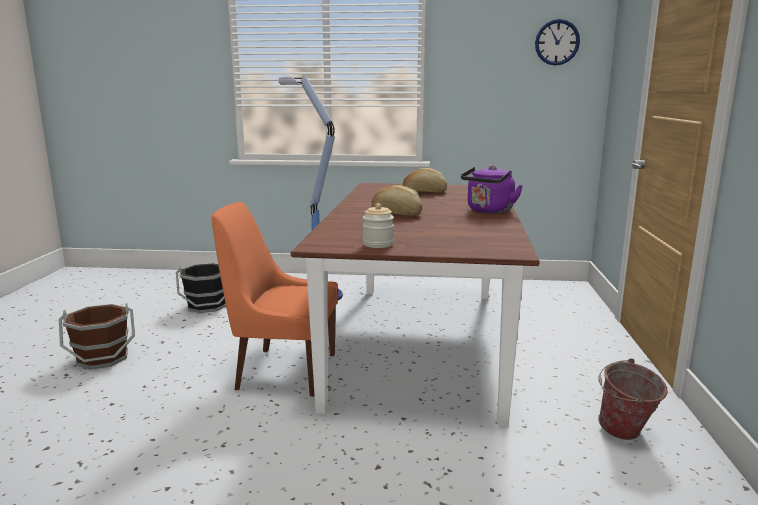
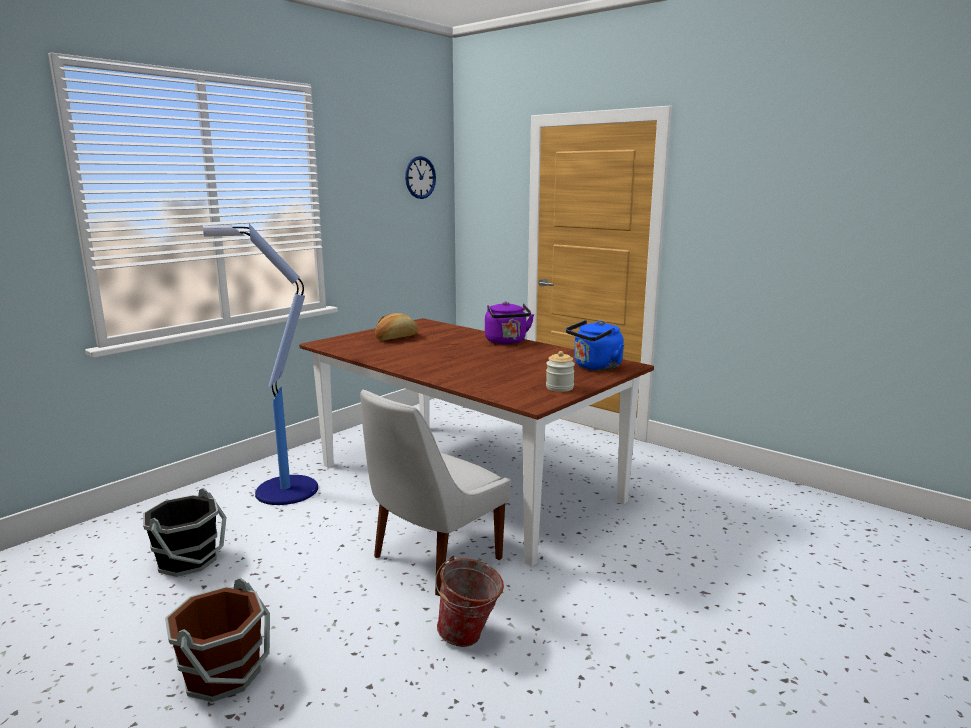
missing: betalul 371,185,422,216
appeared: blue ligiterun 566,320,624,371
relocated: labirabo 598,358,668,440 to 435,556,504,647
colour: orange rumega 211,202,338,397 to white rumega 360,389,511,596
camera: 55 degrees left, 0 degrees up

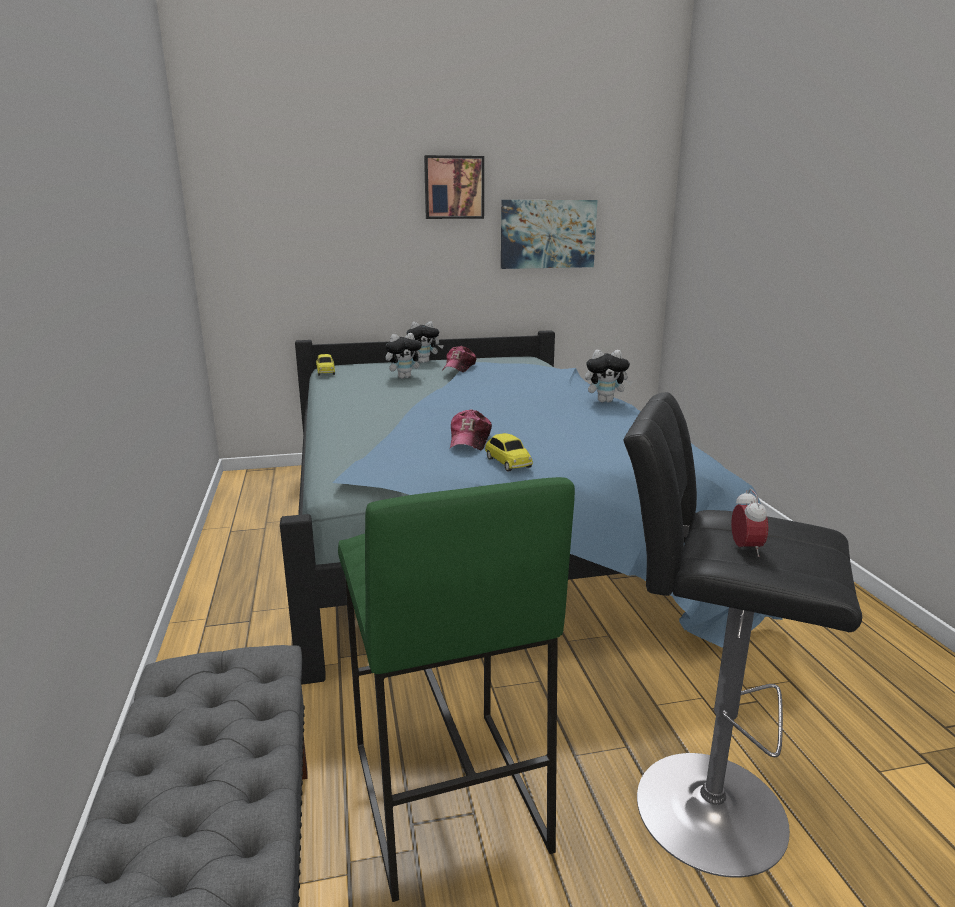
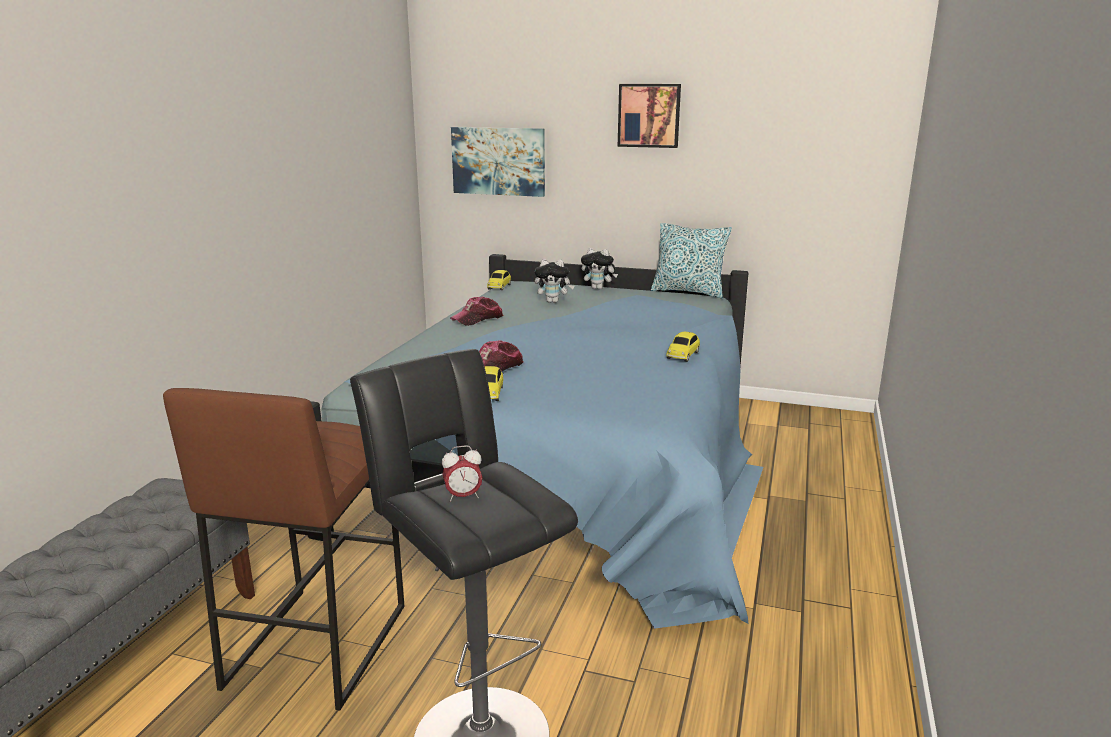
appeared: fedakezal 651,223,732,298
relocated: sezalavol 501,200,597,269 to 451,127,545,197; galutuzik 442,346,476,372 to 450,296,503,326
exchanged: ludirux 585,350,633,402 to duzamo 666,332,700,362
colour: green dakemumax 338,477,575,902 to brown dakemumax 163,388,404,710
spun: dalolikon 731,489,768,557 = 442,445,482,502 45 degrees clockwise
camera: 30 degrees right, 0 degrees up

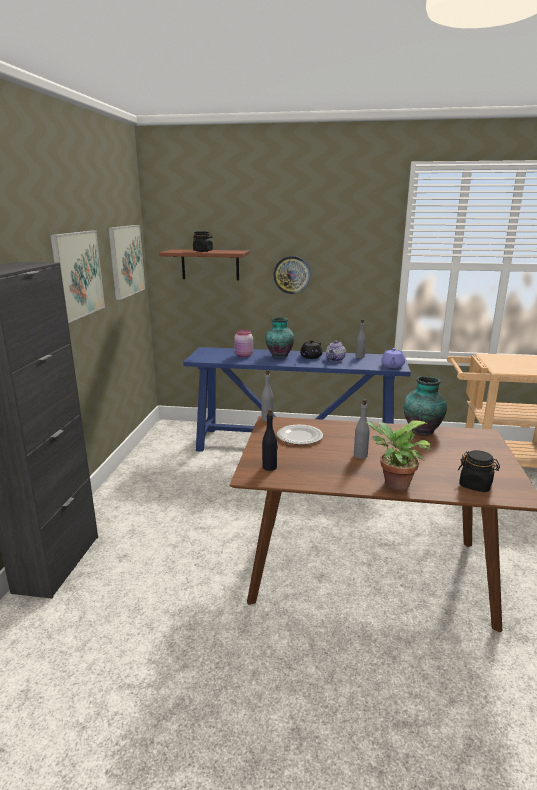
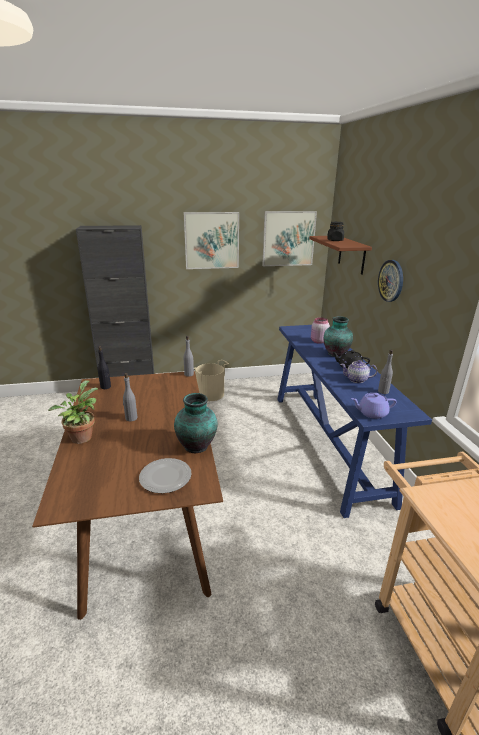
missing: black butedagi 458,450,500,492
appeared: beige labirabo 194,360,229,401
relocated: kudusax 277,425,323,445 to 139,458,192,493
camera: 70 degrees right, 5 degrees up

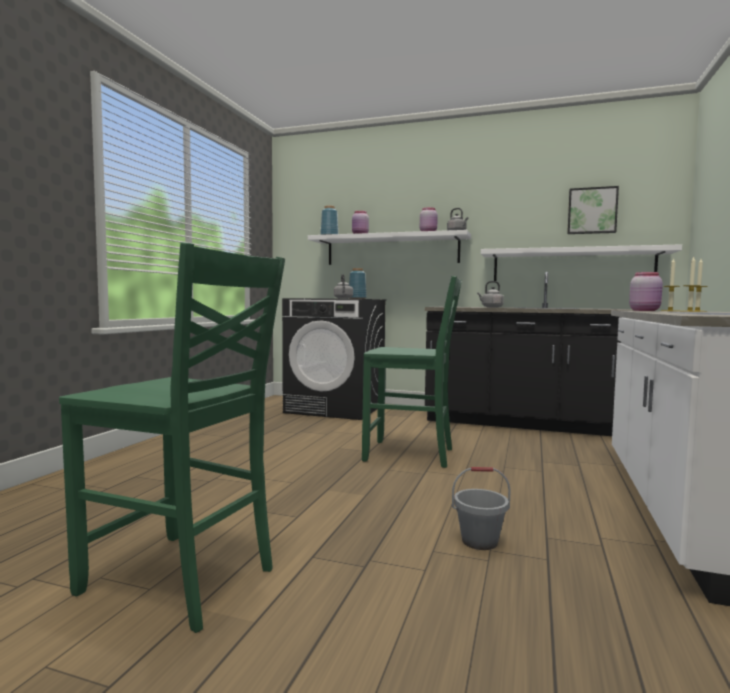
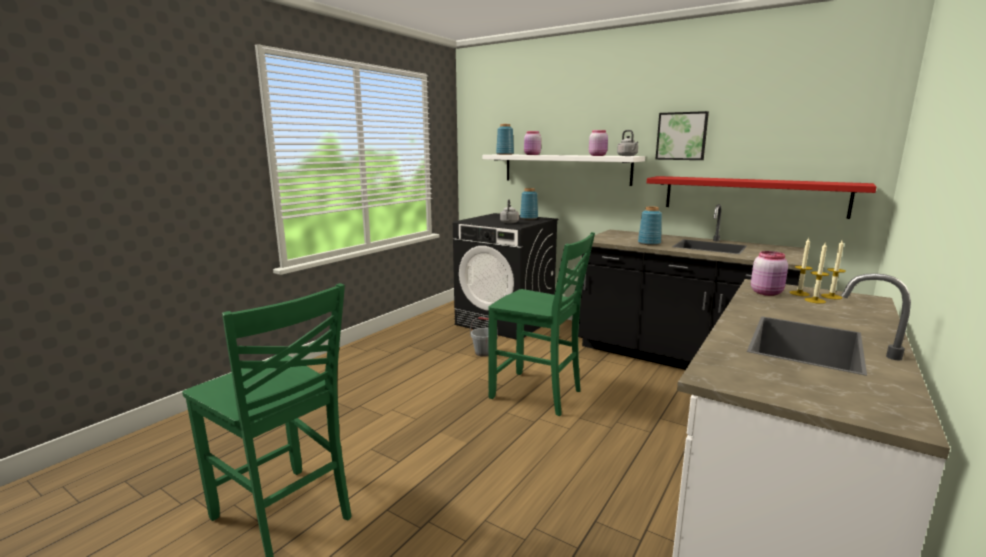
relocated: sezalavol 567,186,619,234 to 655,111,709,160; grey labirabo 452,467,511,550 to 470,317,498,357
exchanged: grey ligiterun 477,281,504,308 to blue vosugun 638,206,662,245
colour: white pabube 481,244,682,281 to red pabube 647,176,877,219
camera: 15 degrees right, 10 degrees up

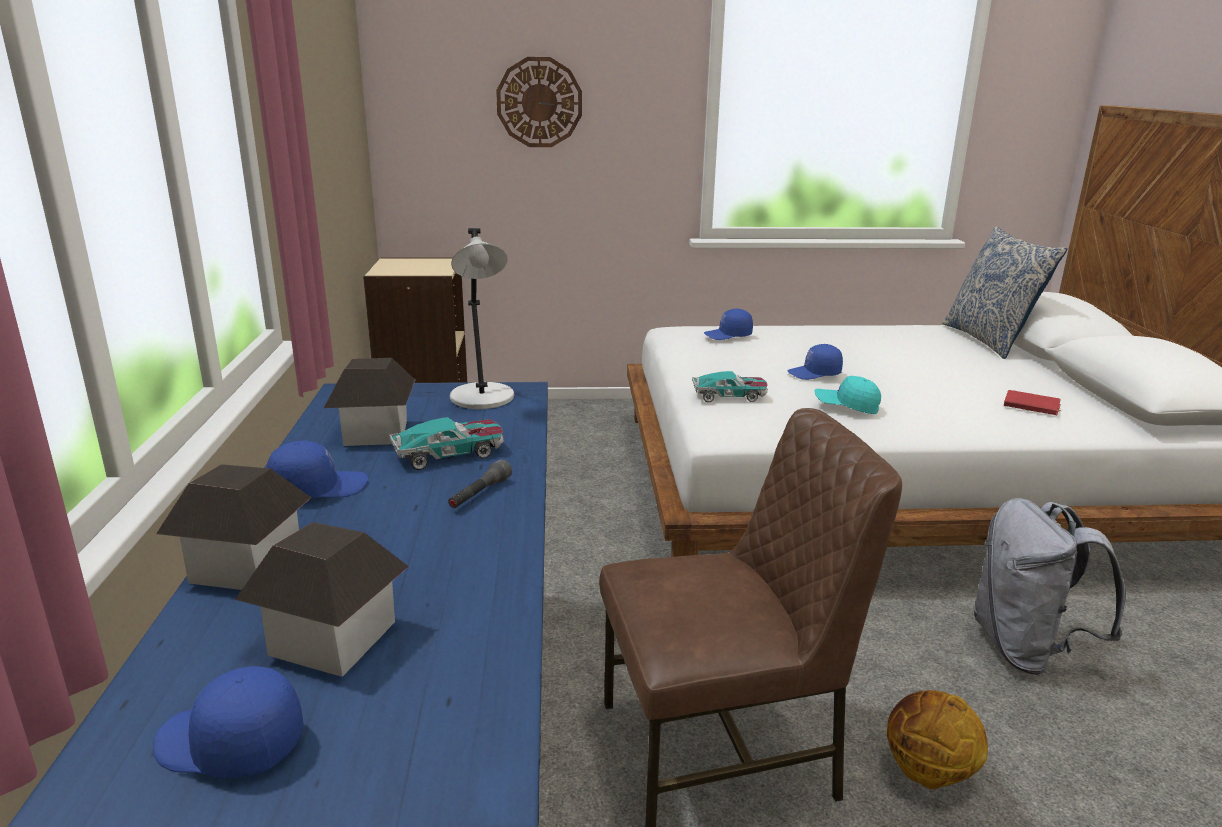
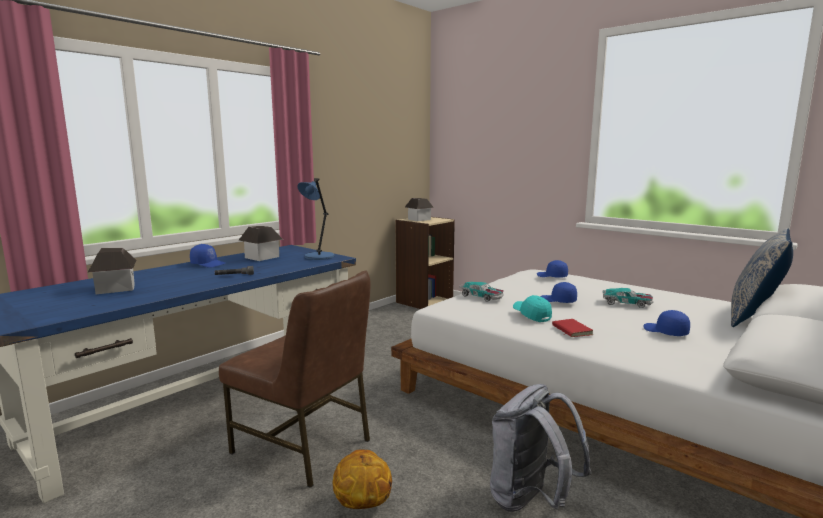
missing: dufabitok 496,57,582,147
relocated: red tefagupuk 1004,390,1061,415 to 552,319,593,337; duzamo 389,417,504,470 to 602,288,653,308; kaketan 156,464,311,590 to 405,198,434,221; blue galutuzik 153,666,304,778 to 644,310,690,336
colour: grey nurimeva 450,228,514,409 to blue nurimeva 297,178,334,260
camera: 45 degrees right, 10 degrees down

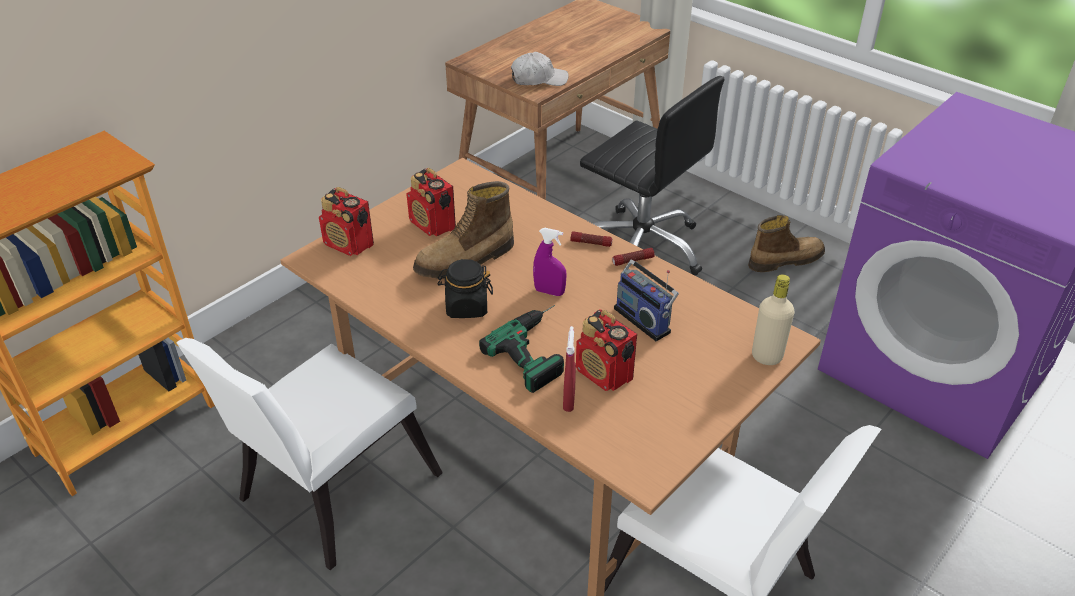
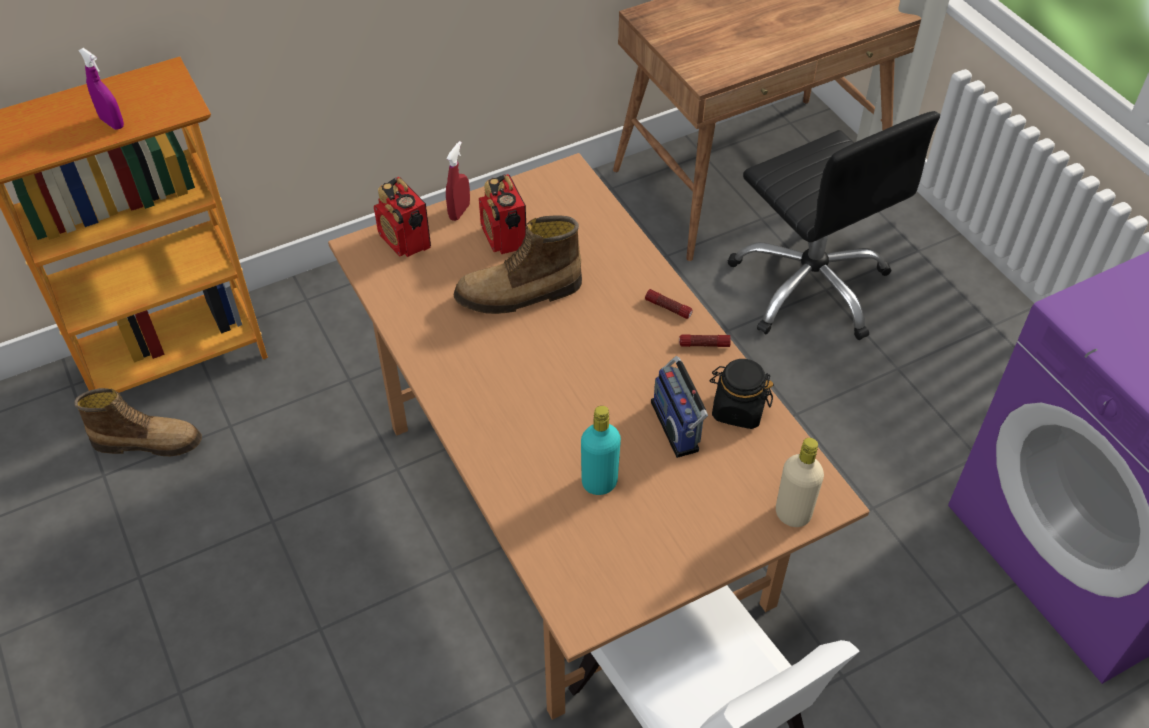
missing: white galutuzik 511,52,569,86; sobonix 479,305,564,393; white rumega 176,338,443,570
relocated: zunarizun 748,215,825,272 to 74,388,202,456; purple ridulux 533,228,566,296 to 78,48,124,130; black butedagi 437,259,493,318 to 710,359,774,429; red ridulux 563,326,576,412 to 446,141,470,221
exchanged: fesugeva 576,309,637,391 to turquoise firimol 581,406,621,495
camera: 20 degrees right, 10 degrees up

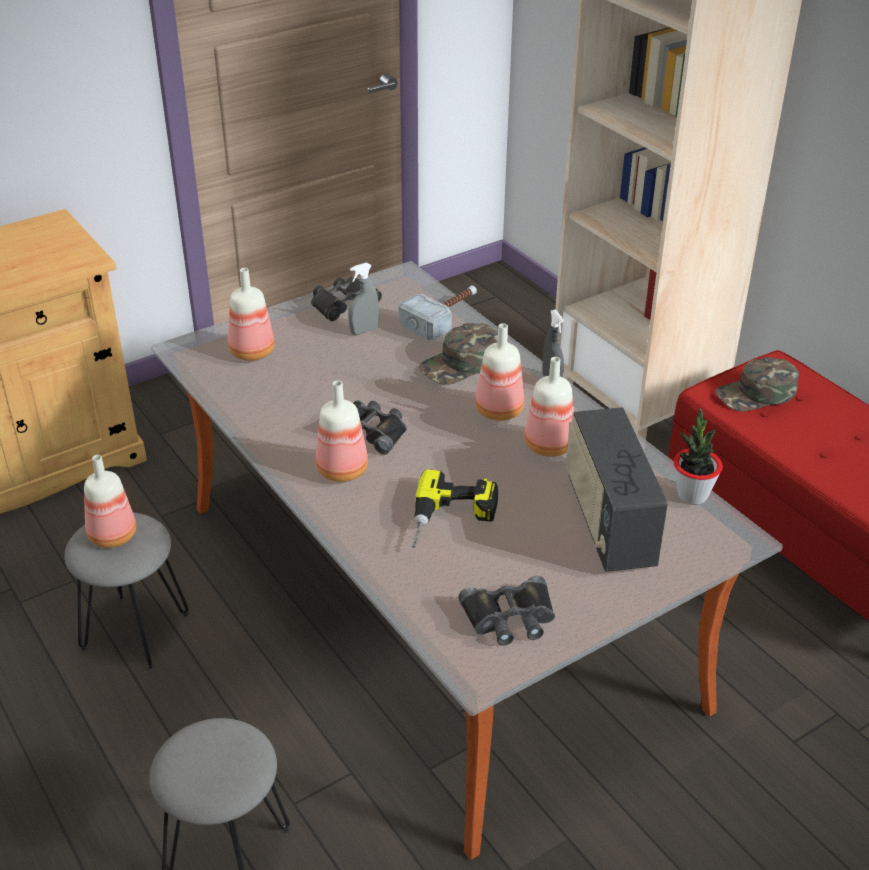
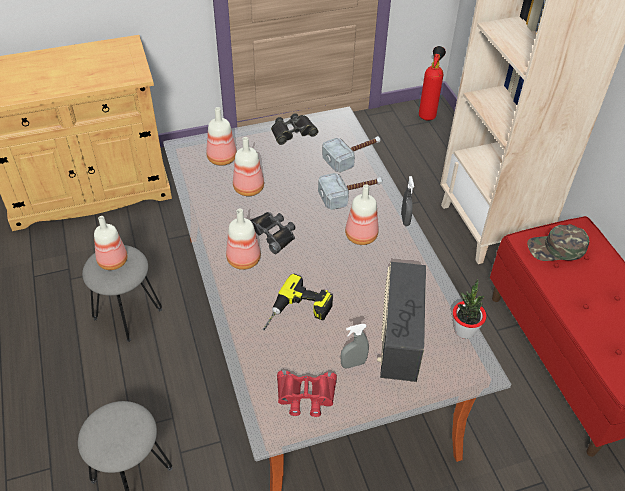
appeared: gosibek 419,46,446,121
relocated: grey ridulux 348,263,379,335 to 341,324,369,369; firimol 524,357,574,457 to 233,137,264,196
exchanged: green galutuzik 418,323,498,385 to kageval 318,173,383,210
colour: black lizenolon 458,576,555,645 to red lizenolon 277,370,337,417
camera: 15 degrees right, 10 degrees up

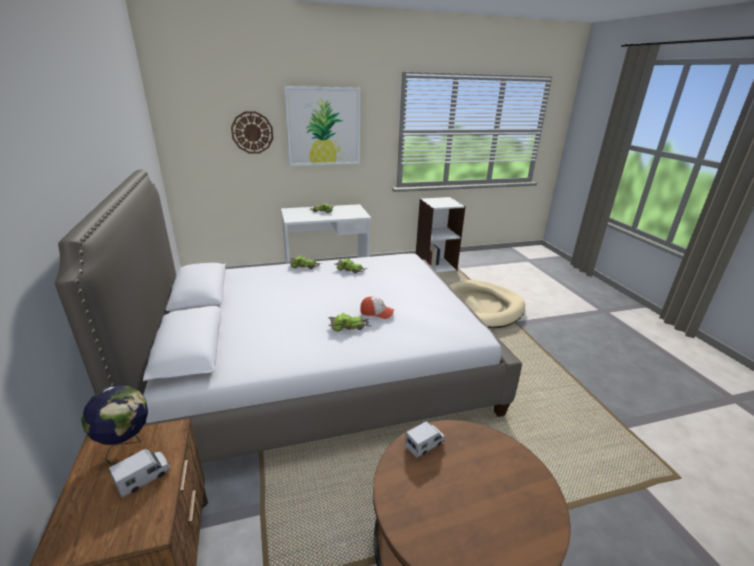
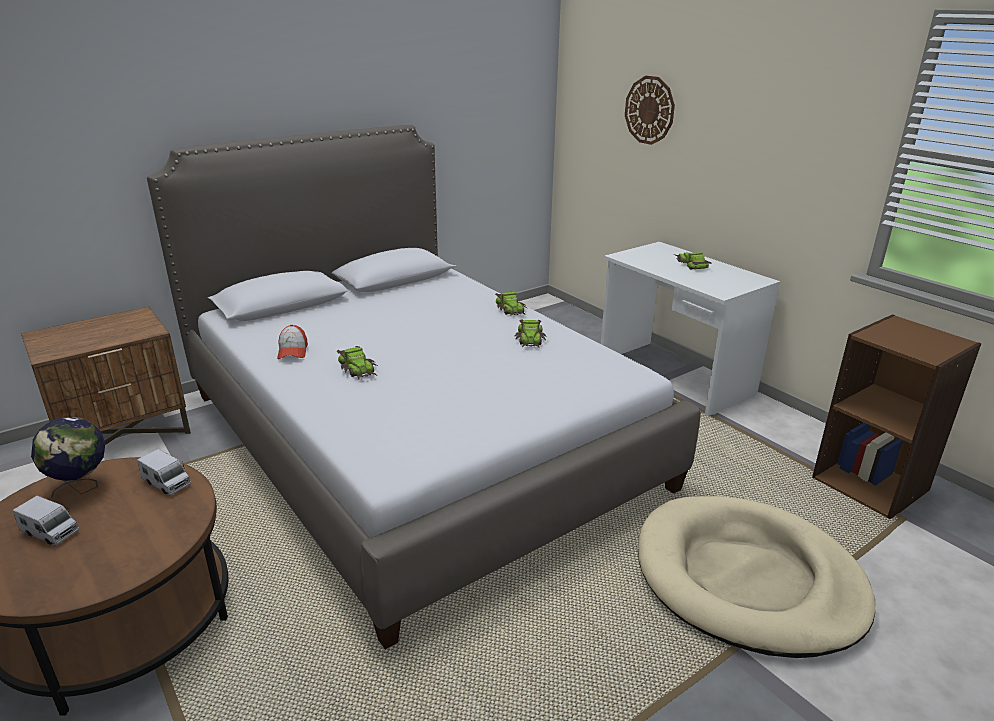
missing: sezalavol 284,86,360,166
relocated: galutuzik 360,296,394,319 to 277,325,308,359; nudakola 81,386,148,465 to 31,417,105,498; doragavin 109,449,171,498 to 13,496,79,545
colour: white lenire 416,197,466,273 to brown lenire 812,314,982,519
camera: 70 degrees right, 0 degrees up

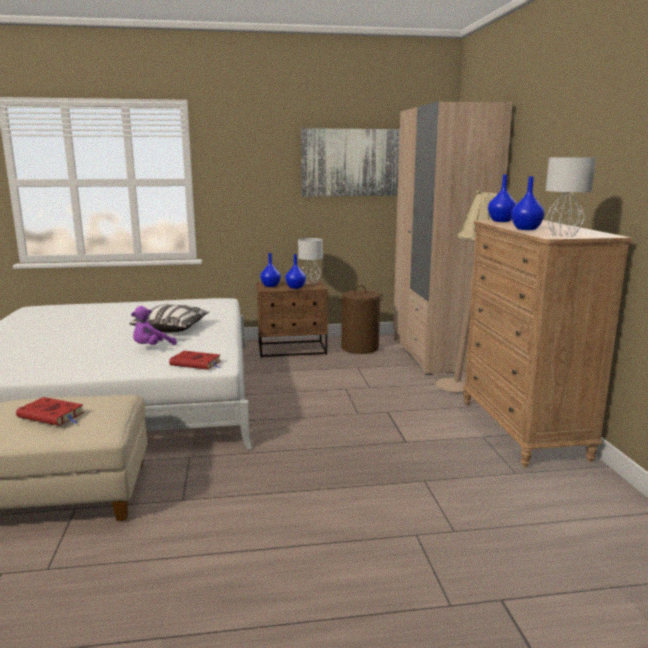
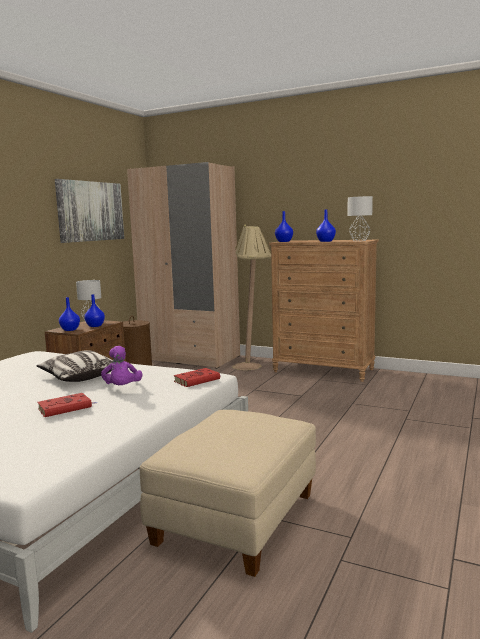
relocated: red tefagupuk 16,397,84,426 to 37,393,96,417
camera: 55 degrees left, 5 degrees down

